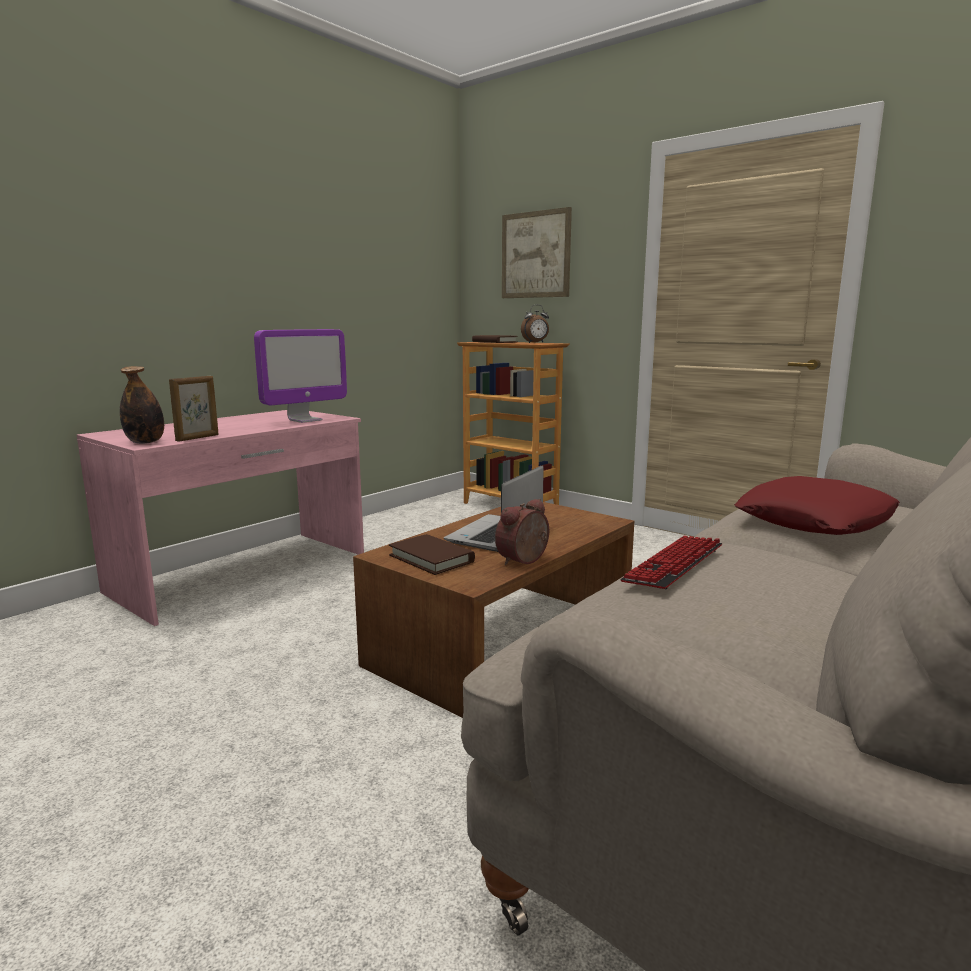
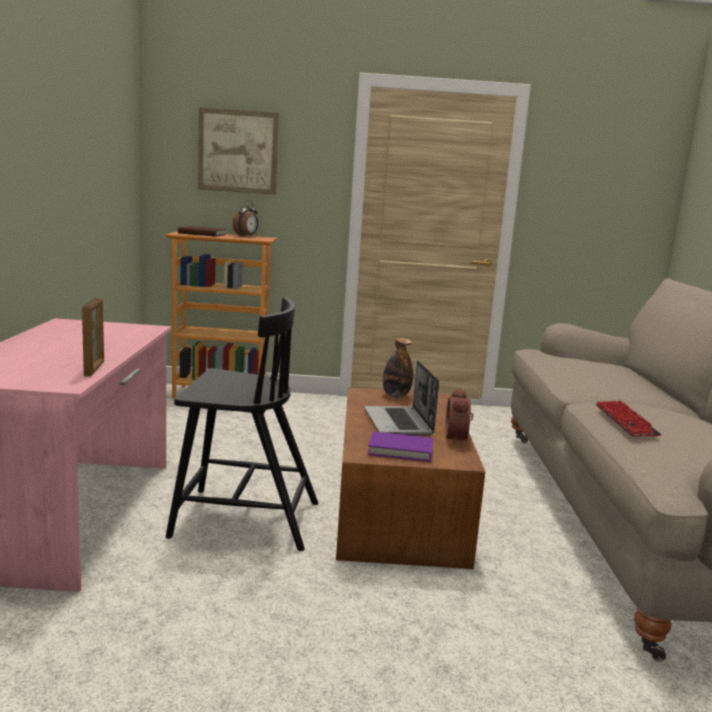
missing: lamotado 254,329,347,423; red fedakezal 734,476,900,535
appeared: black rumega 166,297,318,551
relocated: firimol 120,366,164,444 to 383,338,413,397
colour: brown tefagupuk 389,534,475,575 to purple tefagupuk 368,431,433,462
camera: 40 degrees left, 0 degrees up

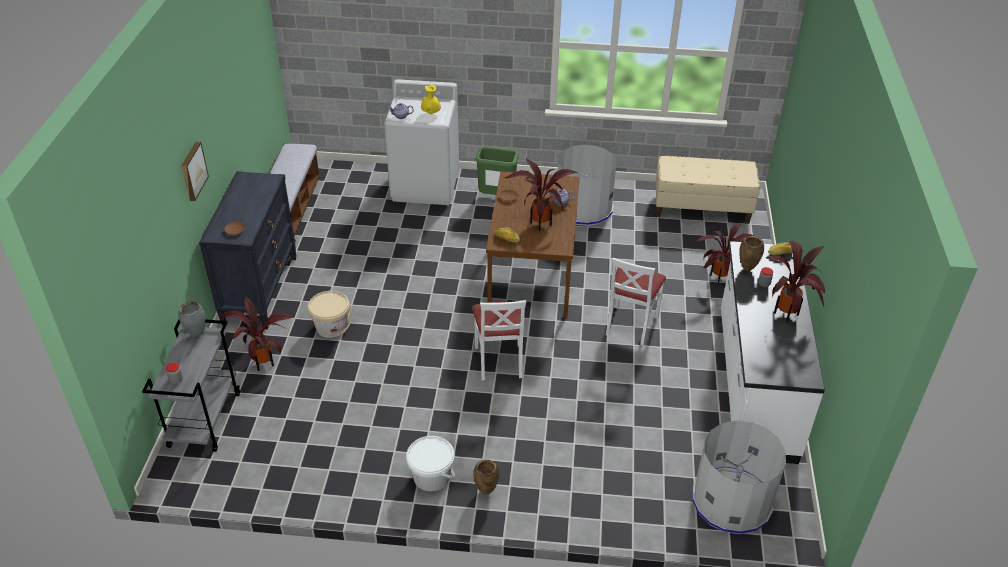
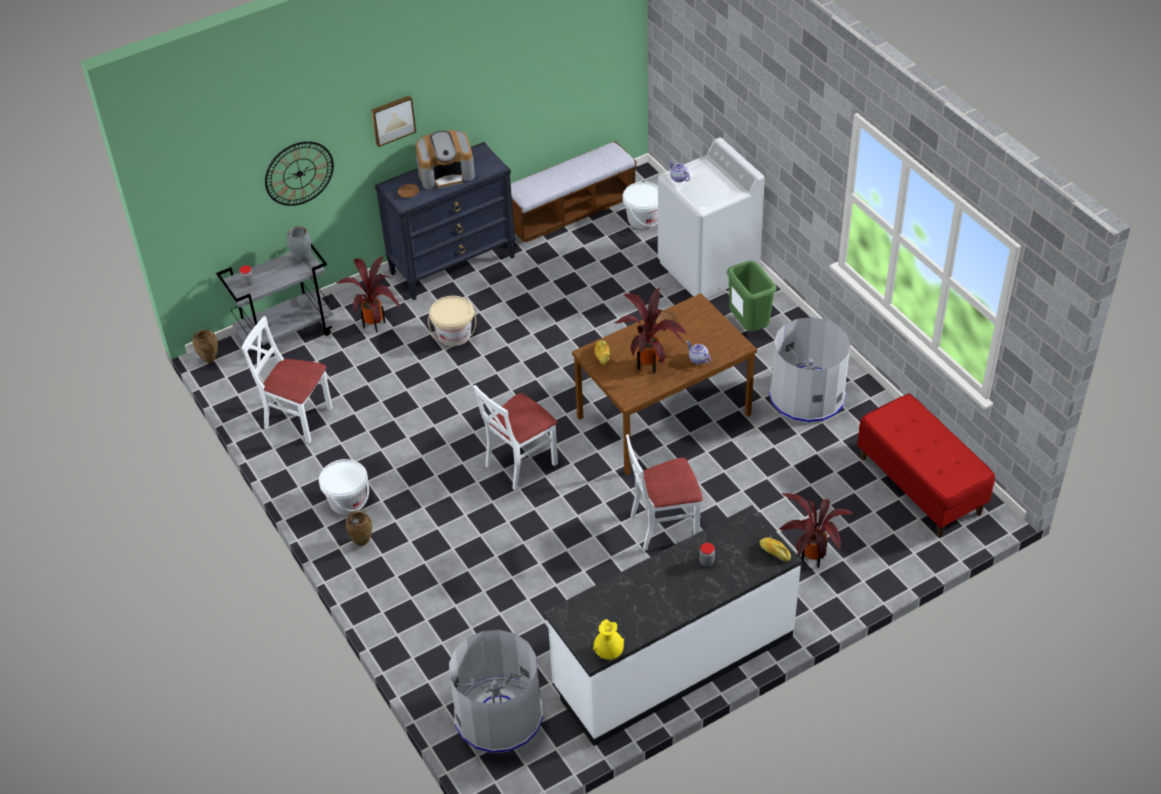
missing: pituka 765,241,825,323
appeared: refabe 416,130,475,189; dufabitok 265,141,334,206; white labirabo 623,182,658,229; white rumega 241,316,333,443
relocated: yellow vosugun 421,85,441,114 to 593,619,624,660; brown vosugun 739,236,764,271 to 193,329,218,363
colour: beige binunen 656,155,760,223 to red binunen 857,393,995,537
camera: 55 degrees right, 5 degrees up

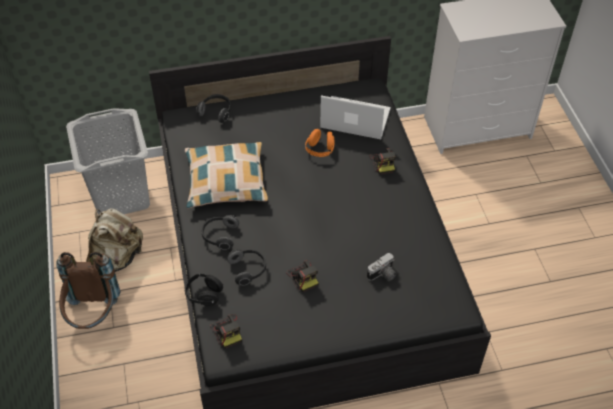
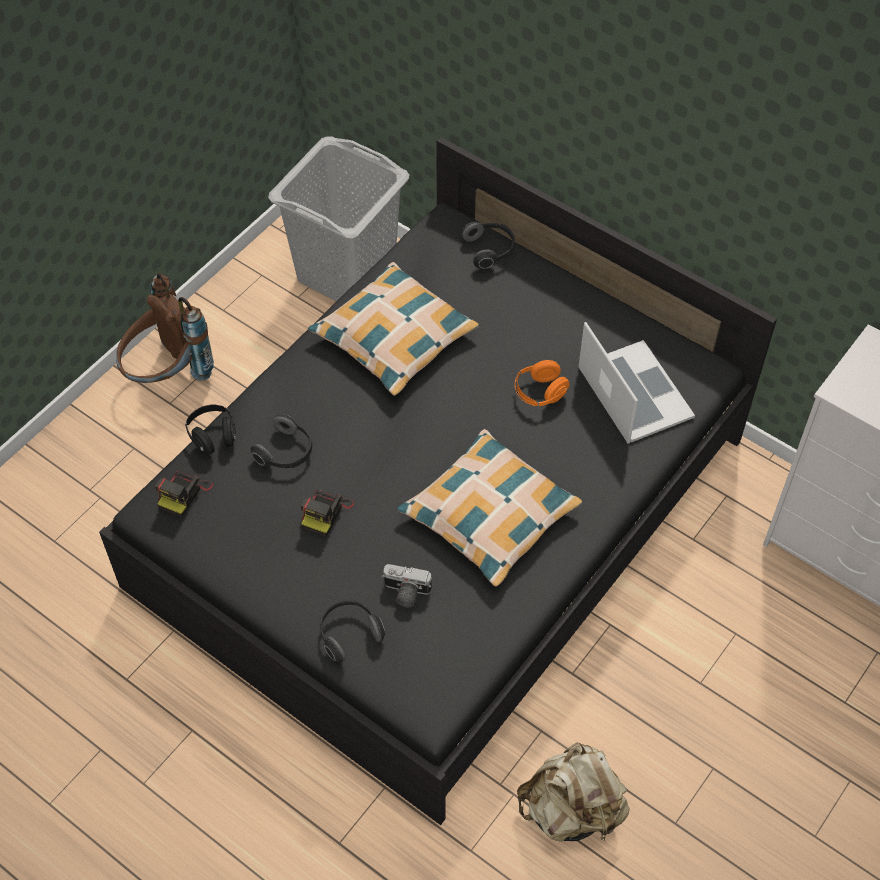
missing: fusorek 369,148,396,174
appeared: fedakezal 397,429,582,586
relocated: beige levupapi 86,208,143,272 to 517,742,630,842; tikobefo 202,215,239,250 to 320,599,385,663
camera: 50 degrees right, 5 degrees up

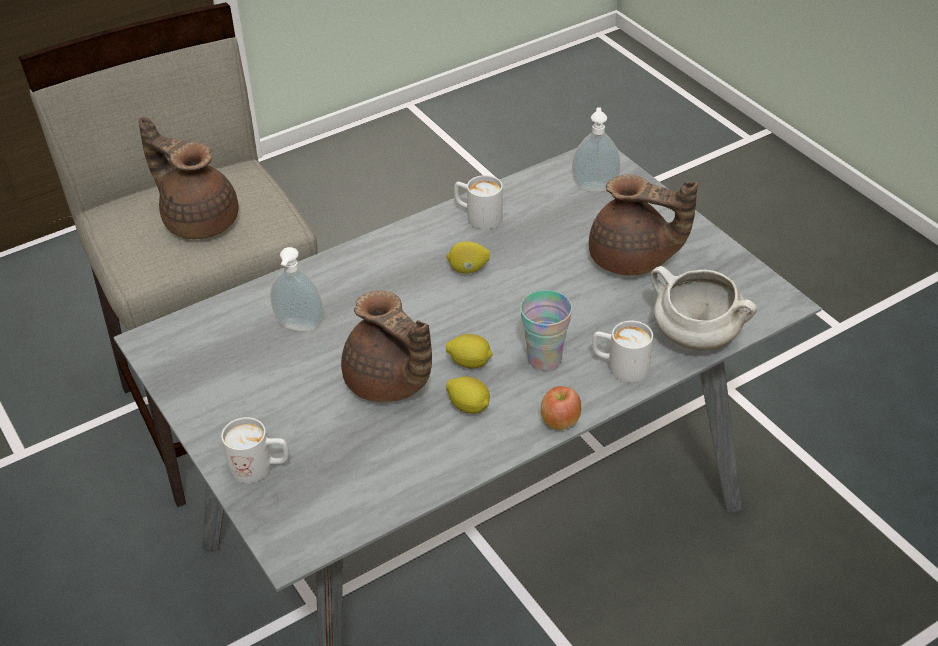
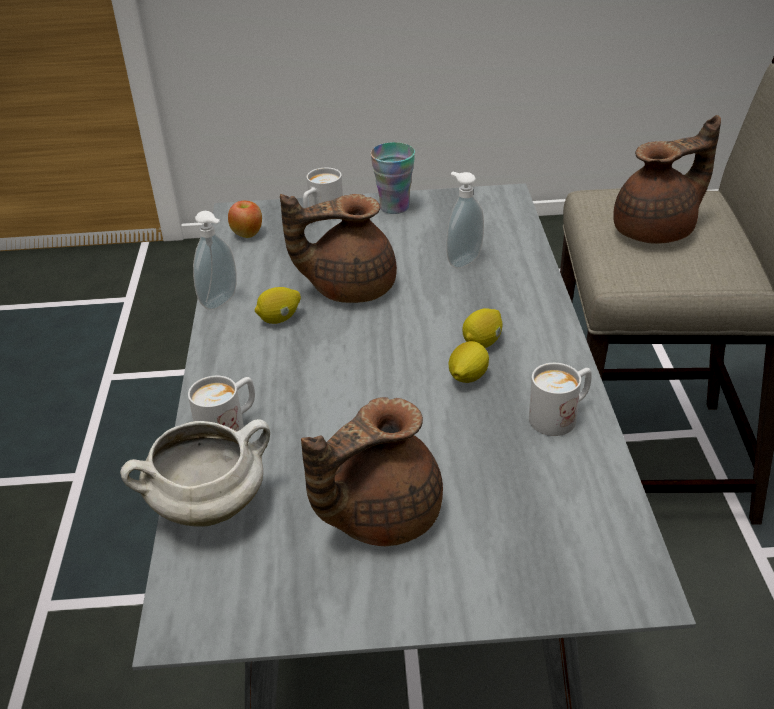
relocated: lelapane 572,107,621,192 to 193,211,237,310; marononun 520,290,572,371 to 370,142,415,214; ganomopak 446,334,493,369 to 462,308,503,348; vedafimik 541,386,581,430 to 228,201,262,238
camera: 120 degrees right, 5 degrees down

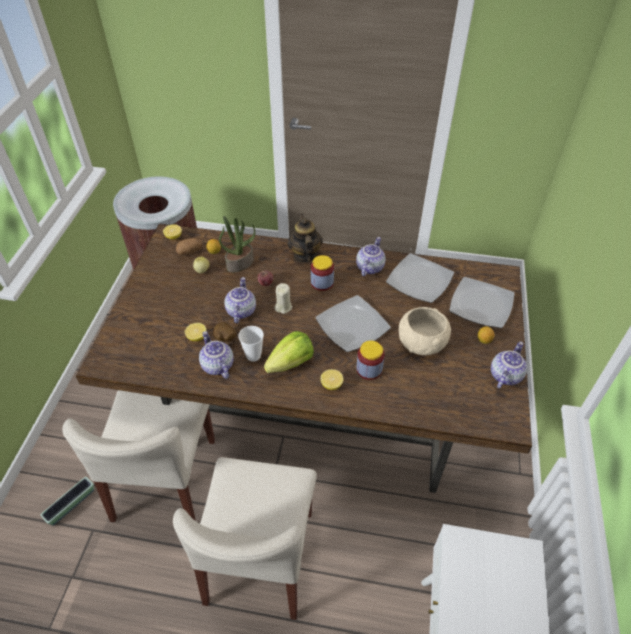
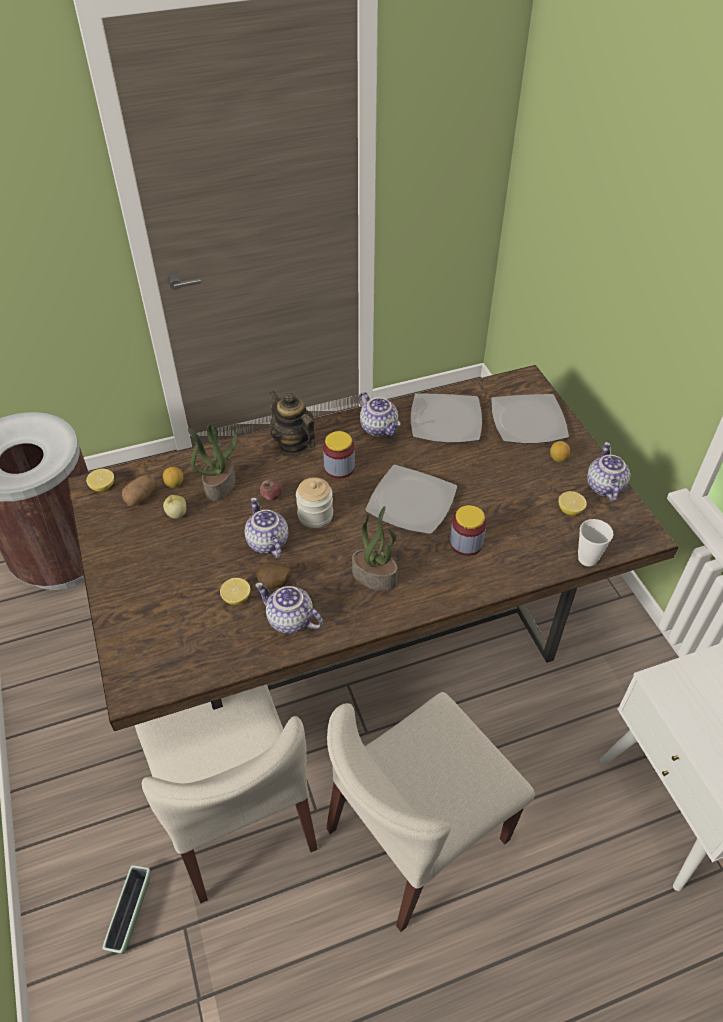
missing: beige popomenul 399,307,451,355
relocated: marononun 238,326,264,362 to 578,519,613,566; ganomopak 320,369,343,390 to 559,491,587,515
exchanged: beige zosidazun 274,283,292,314 to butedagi 296,477,333,528; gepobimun 264,331,314,373 to pituka 352,506,398,590
spun: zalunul 356,237,386,276 = 359,392,401,437 150 degrees clockwise; beige rumega 173,457,317,620 = 326,692,535,932 75 degrees clockwise
camera: 30 degrees left, 0 degrees up

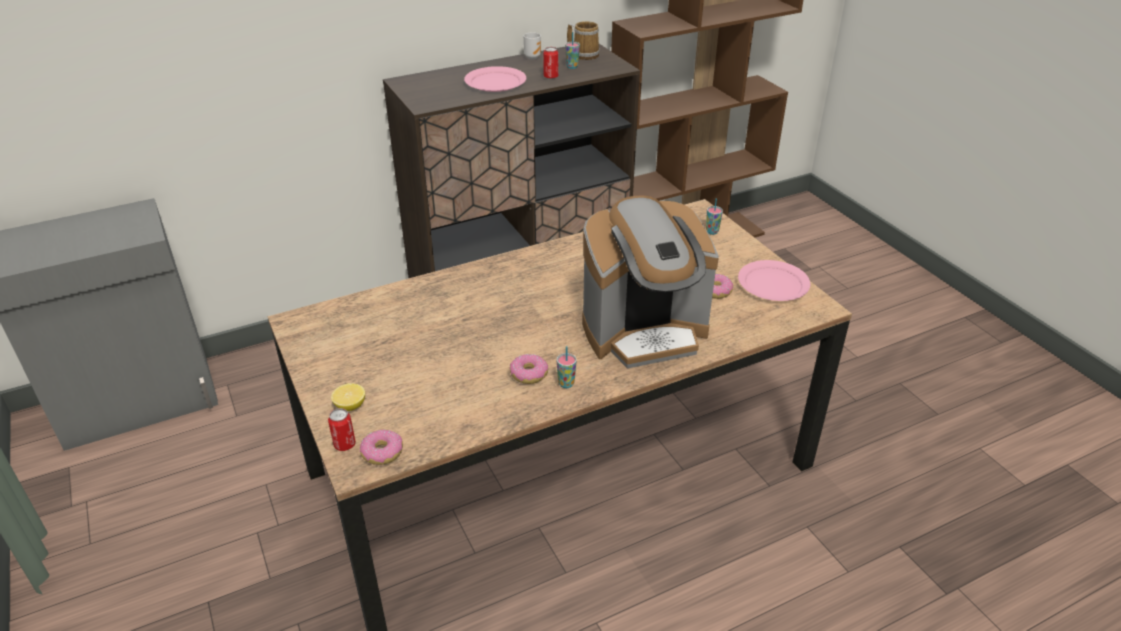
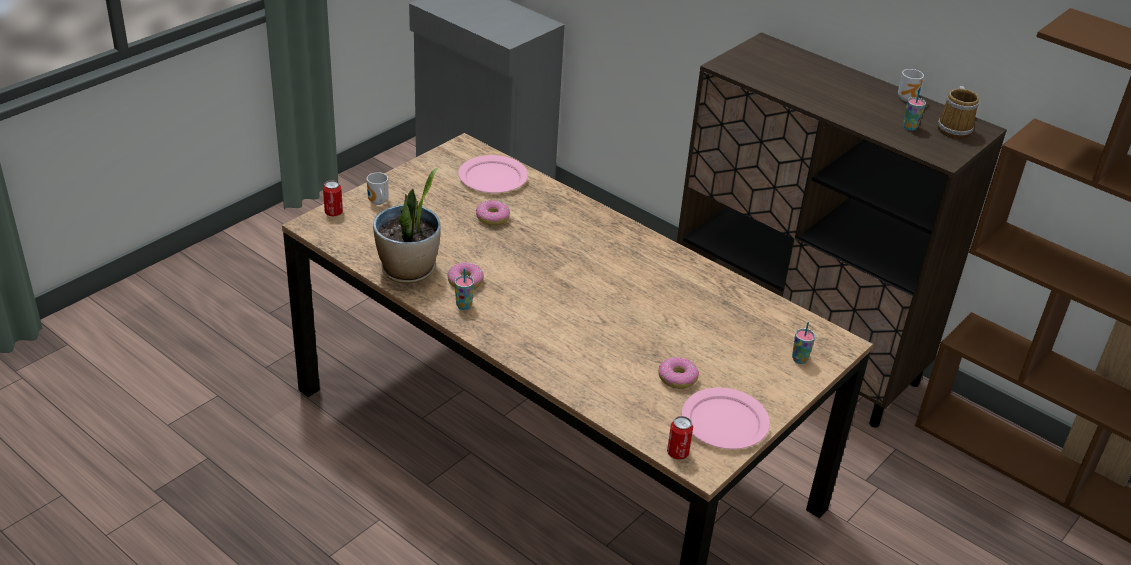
missing: refabe 582,195,719,369
appeared: pituka 373,168,441,284
relocated: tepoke 543,47,559,79 to 667,416,693,460; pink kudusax 464,66,526,92 to 458,155,528,193; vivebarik 360,429,403,465 to 476,200,510,225
exchanged: ganomopak 331,383,365,411 to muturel 367,172,388,205
camera: 65 degrees right, 0 degrees up

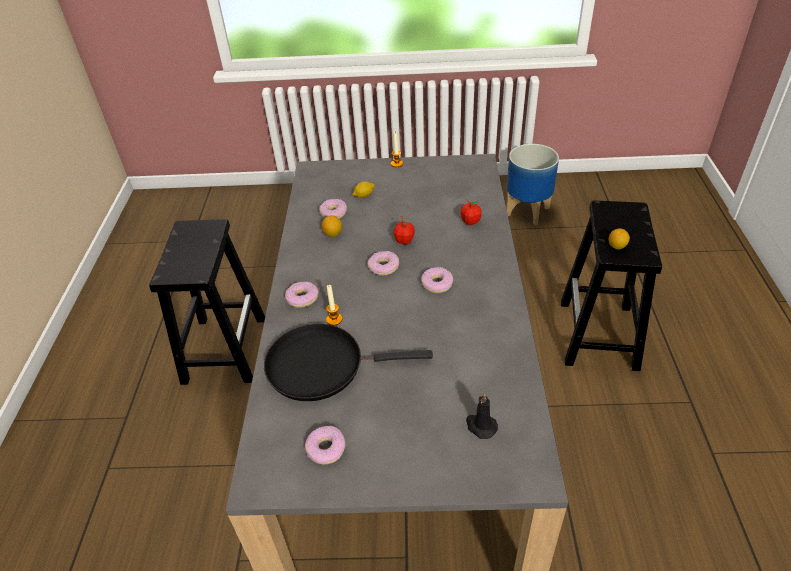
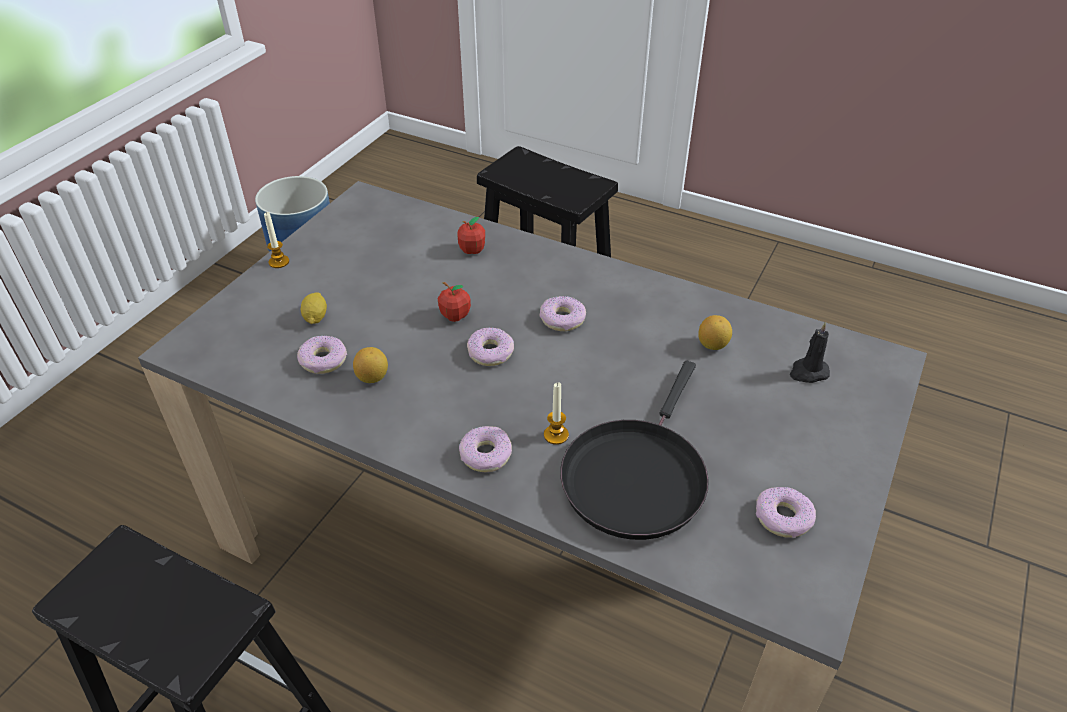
relocated: ganomopak 609,228,630,249 to 698,315,732,350
camera: 65 degrees left, 0 degrees up

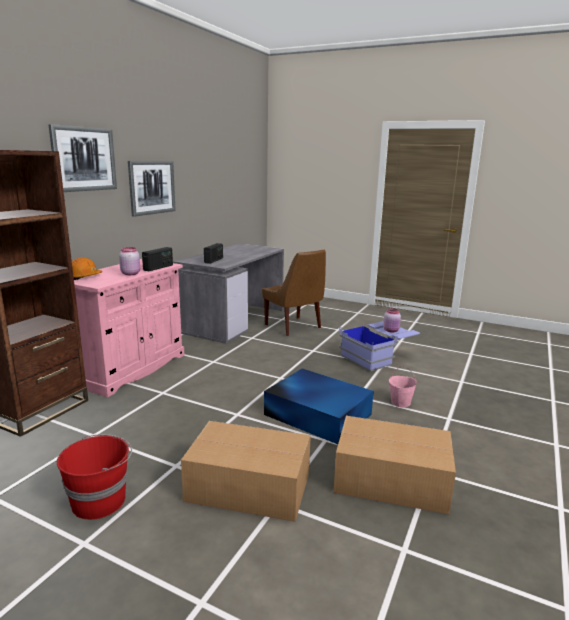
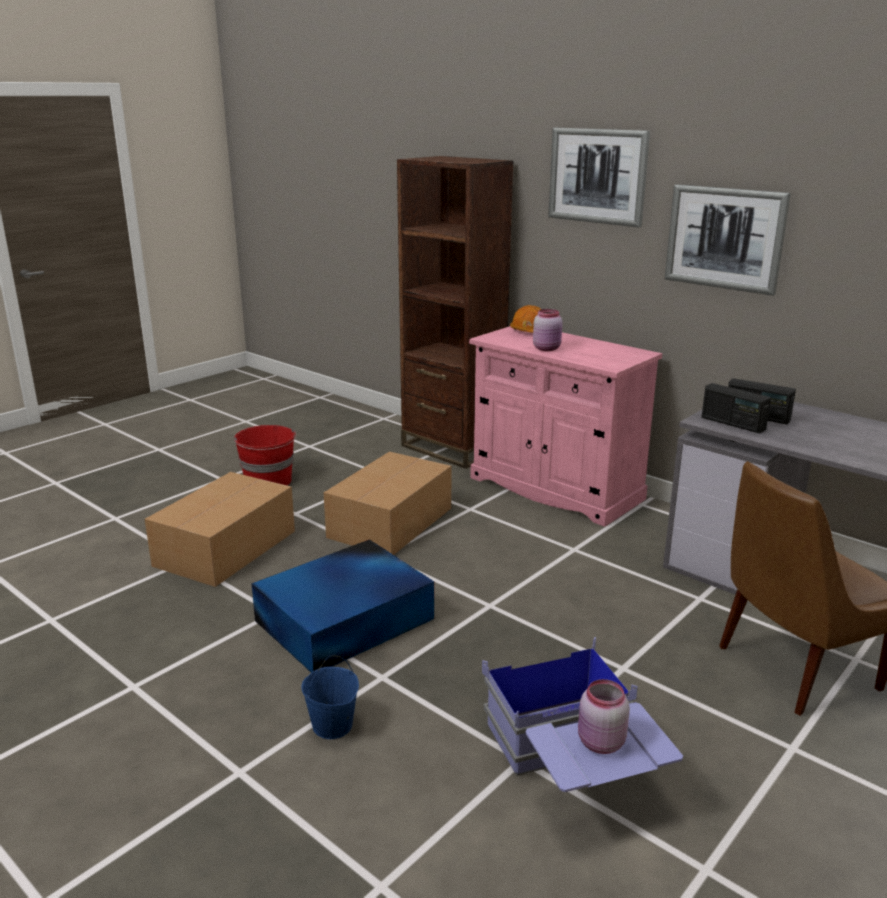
relocated: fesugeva 142,247,173,271 to 701,383,771,433; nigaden 333,416,456,514 to 324,452,452,555
colour: pink labirabo 389,366,417,407 to blue labirabo 302,656,359,739
camera: 105 degrees right, 5 degrees up

